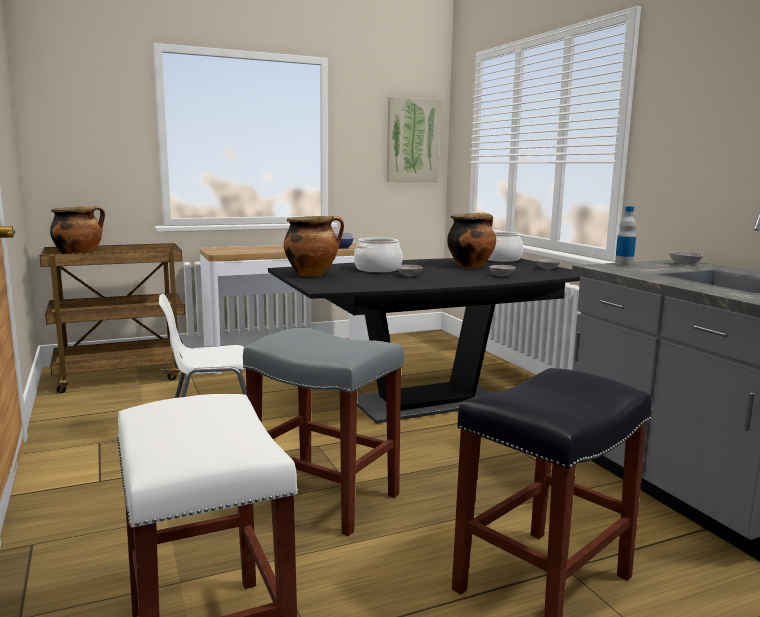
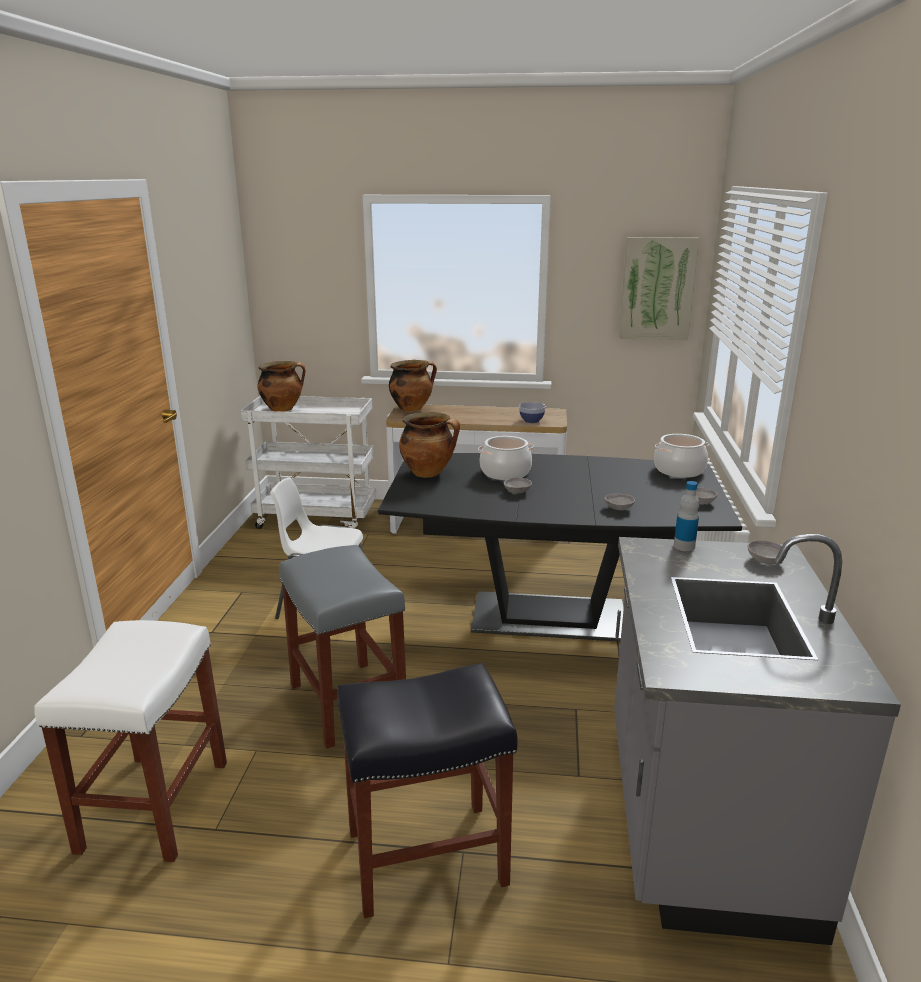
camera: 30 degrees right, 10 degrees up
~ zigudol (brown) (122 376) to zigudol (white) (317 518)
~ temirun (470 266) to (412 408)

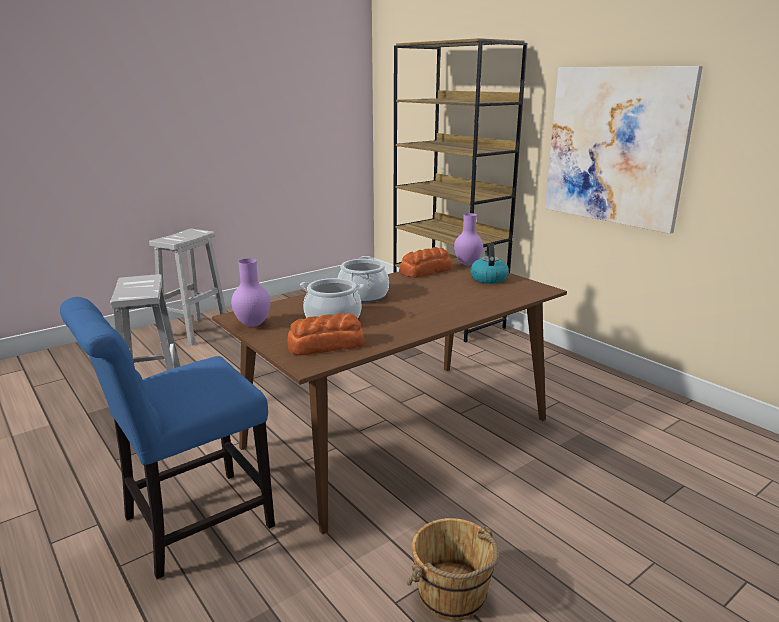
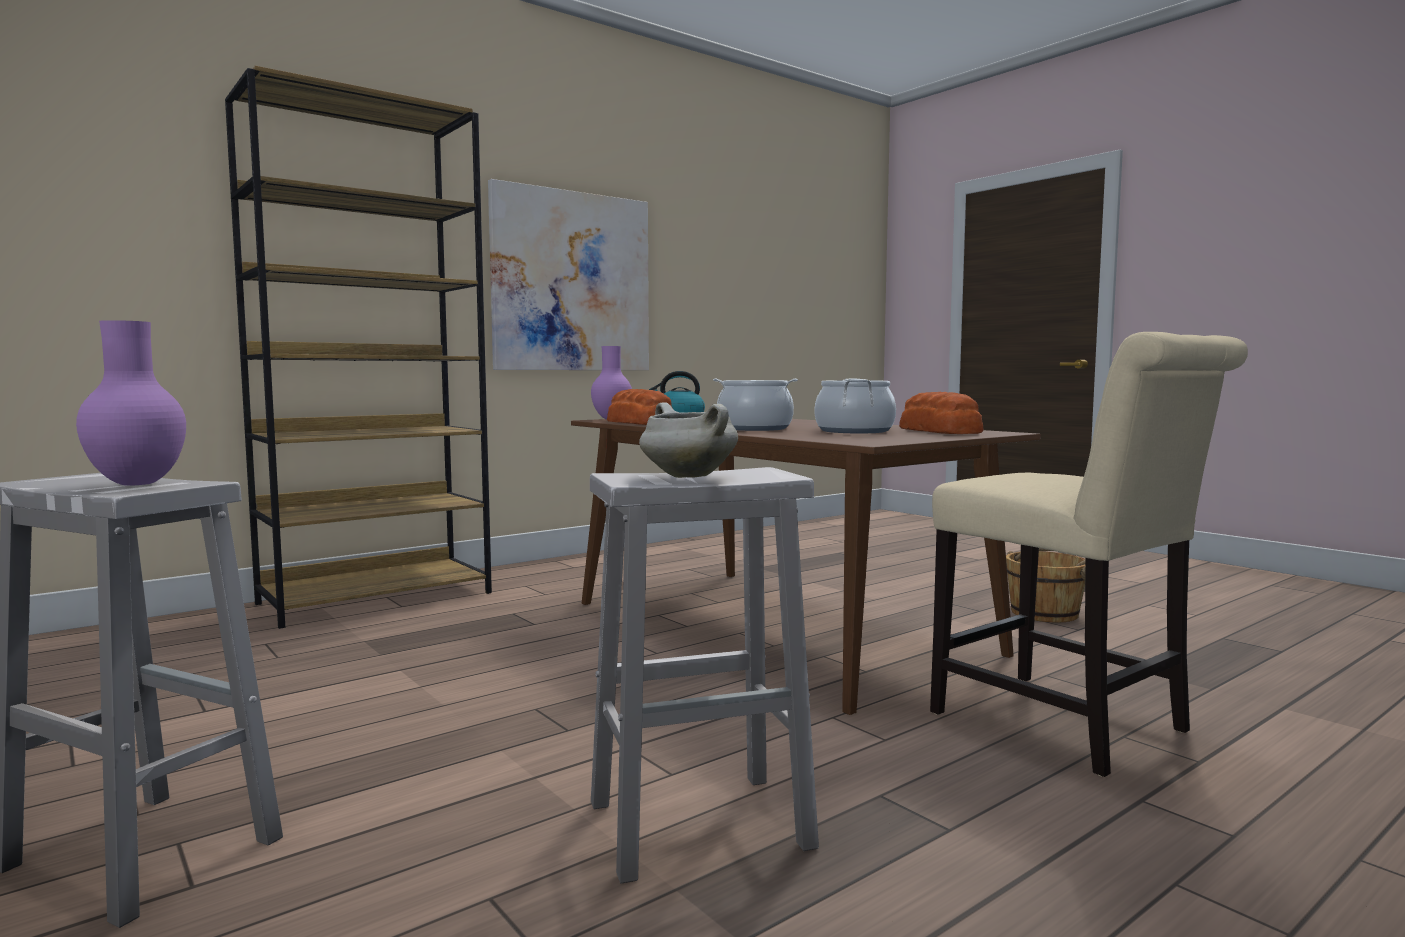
camera: 90 degrees left, 15 degrees down
~ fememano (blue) (190 525) to fememano (beige) (1069 726)
~ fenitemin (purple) (253 324) to (139 483)
+ temirun (white) (686 477)

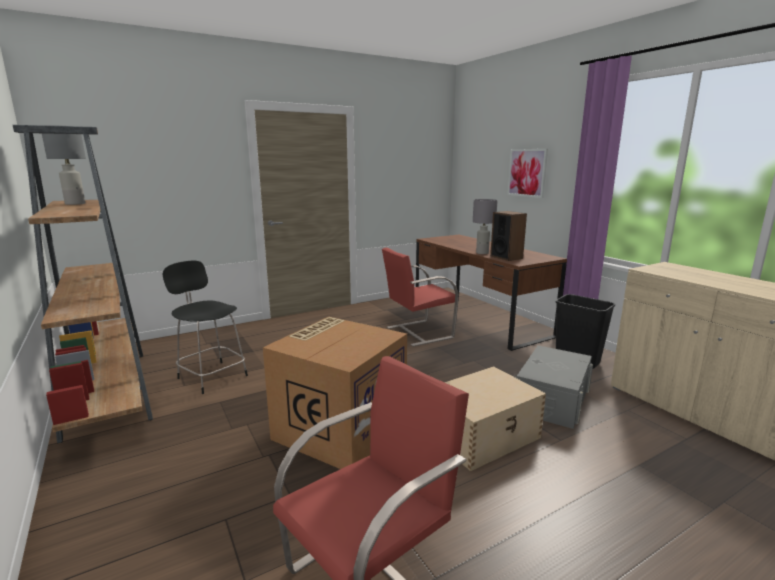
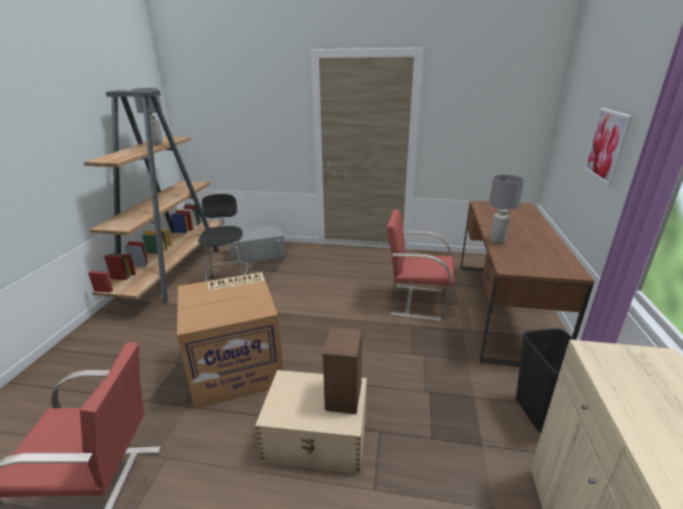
camera: 40 degrees right, 10 degrees up
~ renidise (506 257) to (344 396)
~ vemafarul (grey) (551 400) to (257 254)

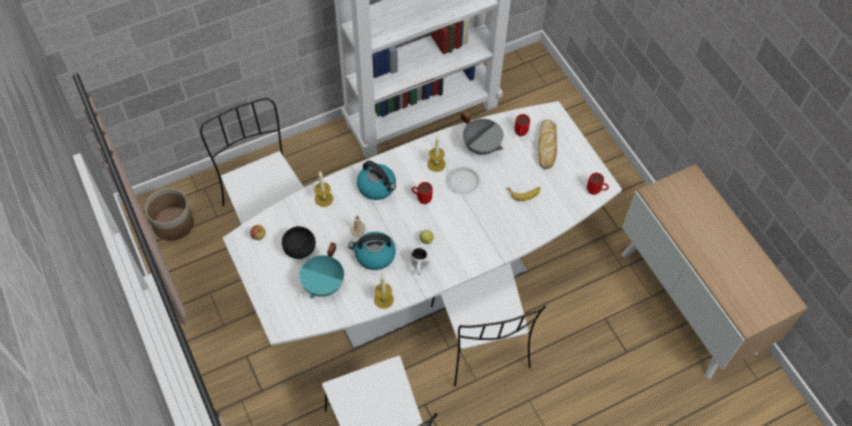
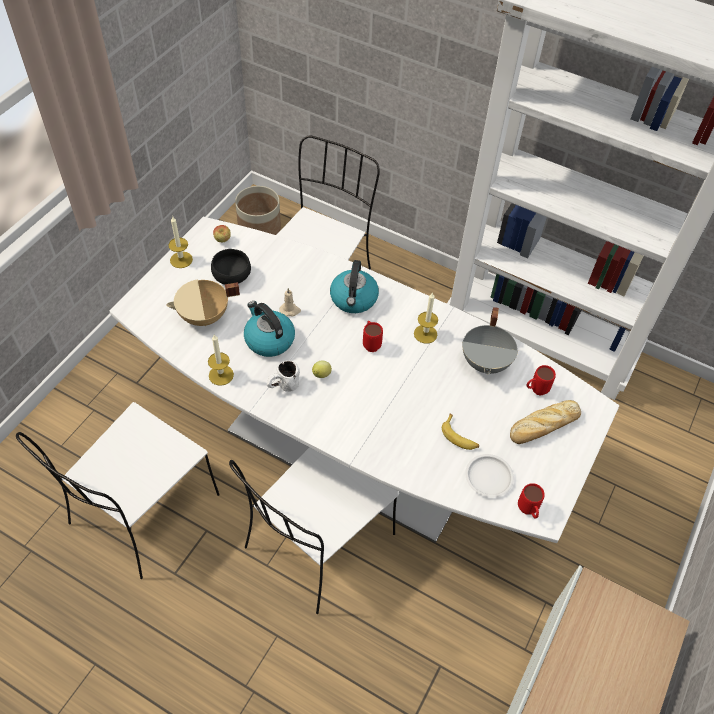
camera: 55 degrees right, 5 degrees down
~ temirun (turquoise) (324 284) to temirun (beige) (204 317)
~ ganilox (323 199) to (181 260)
~ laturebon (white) (463 181) to (489 477)

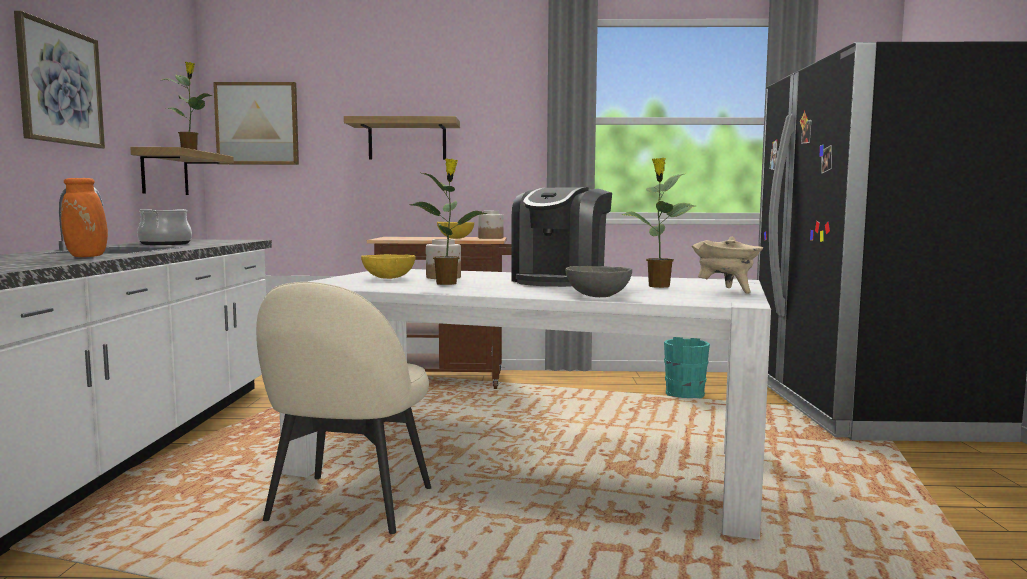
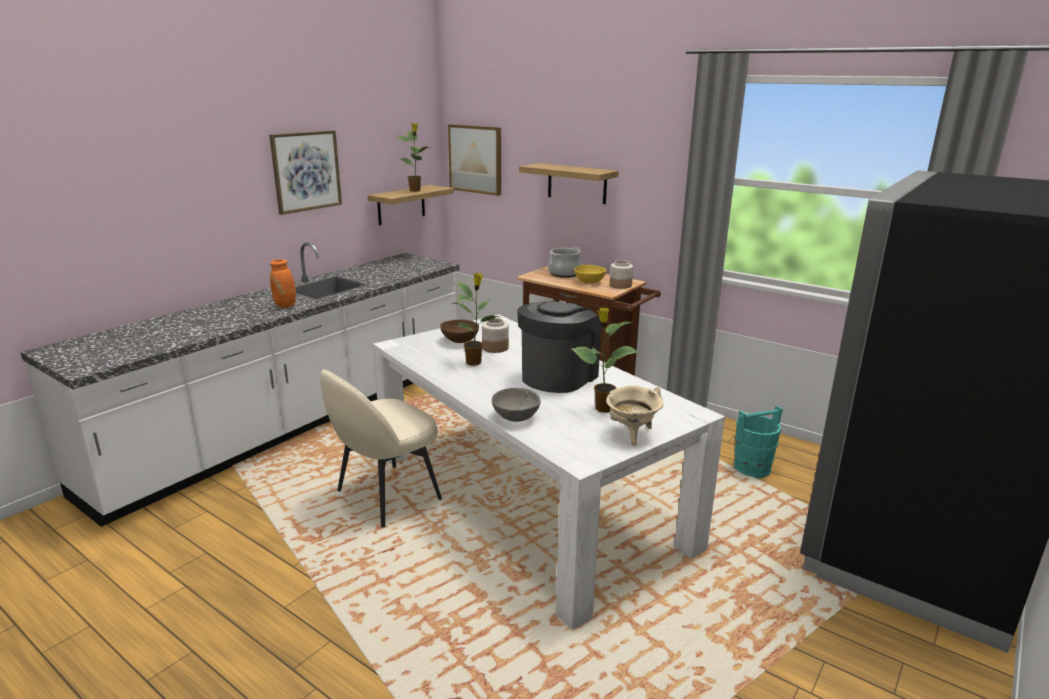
camera: 35 degrees right, 15 degrees up
~ temirun (165 244) to (564 274)
~ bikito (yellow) (389 278) to bikito (brown) (460 341)
~ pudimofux (560 281) = (558 376) 150 degrees clockwise

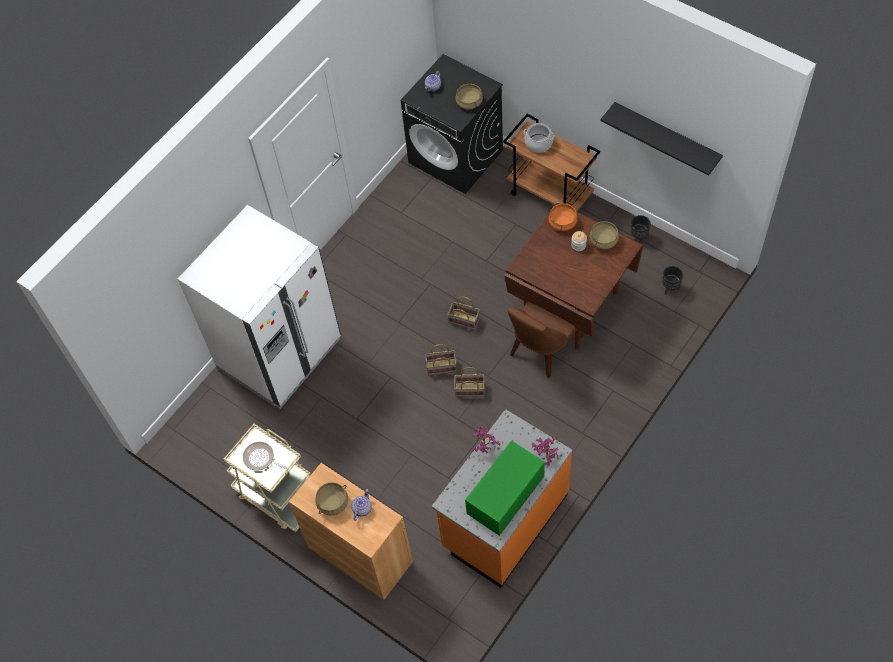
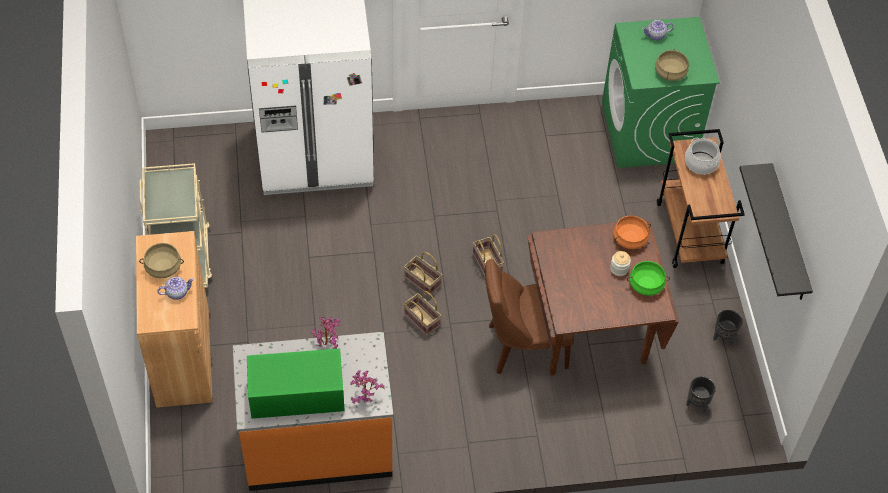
camera: 40 degrees right, 5 degrees down
- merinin (261 458)
~ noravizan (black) (456 156) to noravizan (green) (649 132)
~ temirun (beige) (603 240) to temirun (green) (646 285)

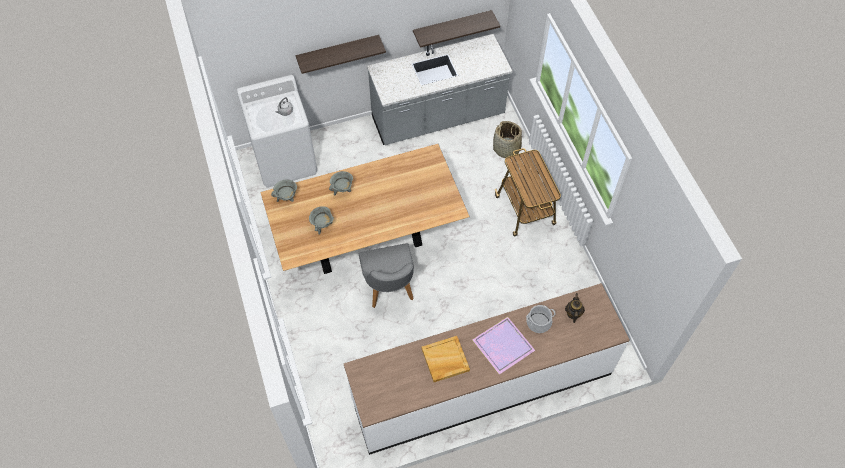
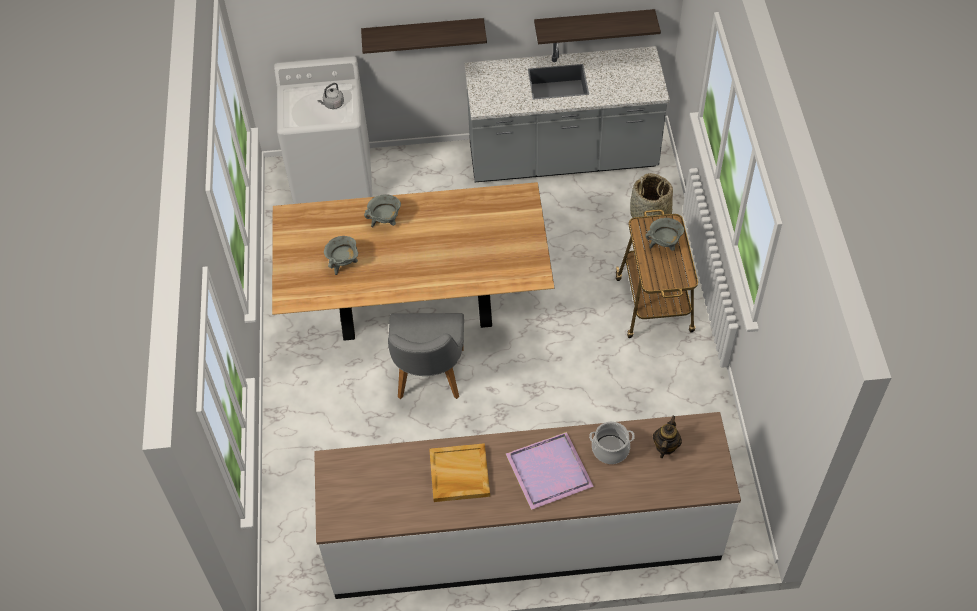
camera: 15 degrees right, 5 degrees down
~ temirun (grey) (286 198) to (664 245)

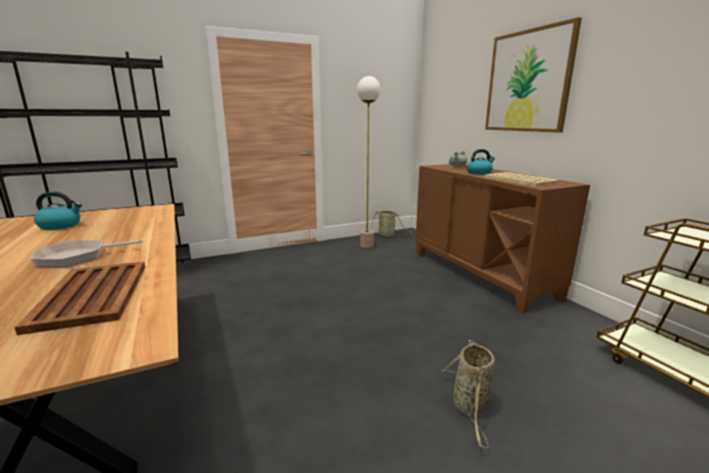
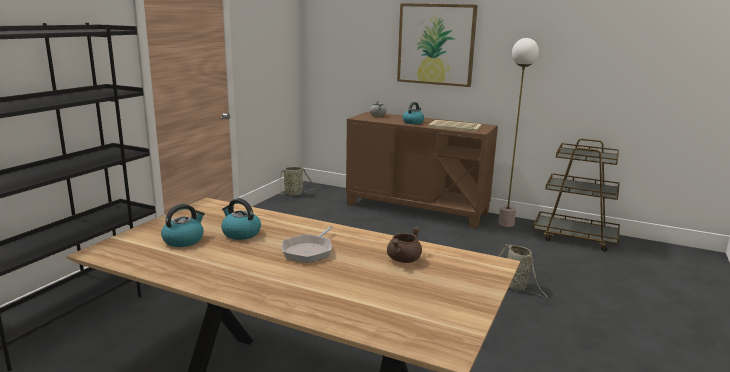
camera: 40 degrees left, 0 degrees up
~ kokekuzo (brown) (94 294) to temirun (brown) (403 259)
~ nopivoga (367 245) to (506 224)
+ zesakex (240 233)

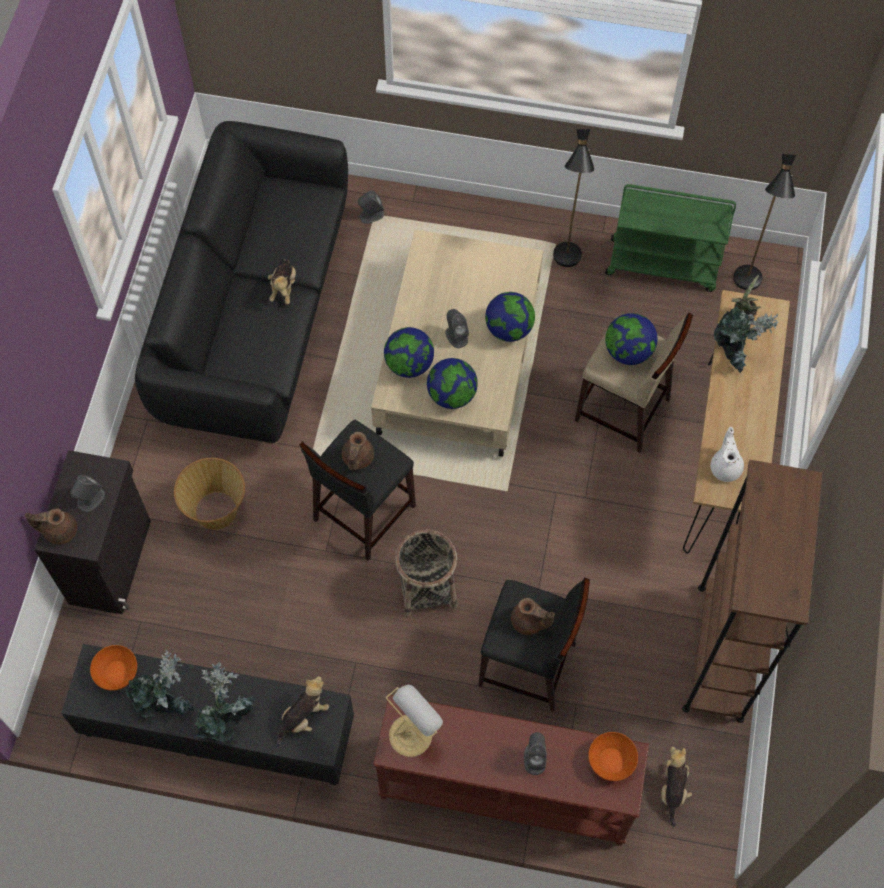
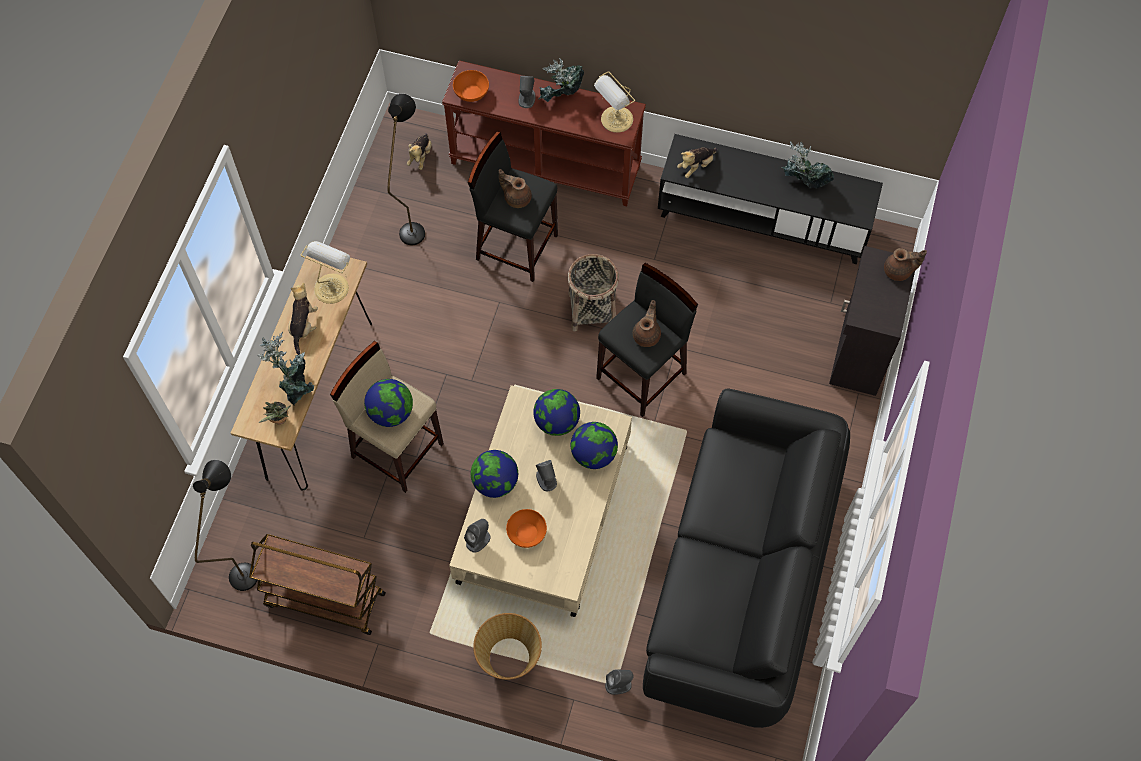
camera: 175 degrees left, 0 degrees up
~ renidise (grey) (90 499) to (478 540)
~ bikito (orange) (117 673) to (526 533)
~ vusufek (216 509) to (509 659)
~ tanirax (227 719) to (561 98)
~ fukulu (284 287) to (303 326)
~ nopivoga (black) (566 264) to (414 226)
~ zigudol (green) (663 264) to zigudol (brown) (324 600)
- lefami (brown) (720 652)
~ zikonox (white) (726 467) to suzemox (332 287)

